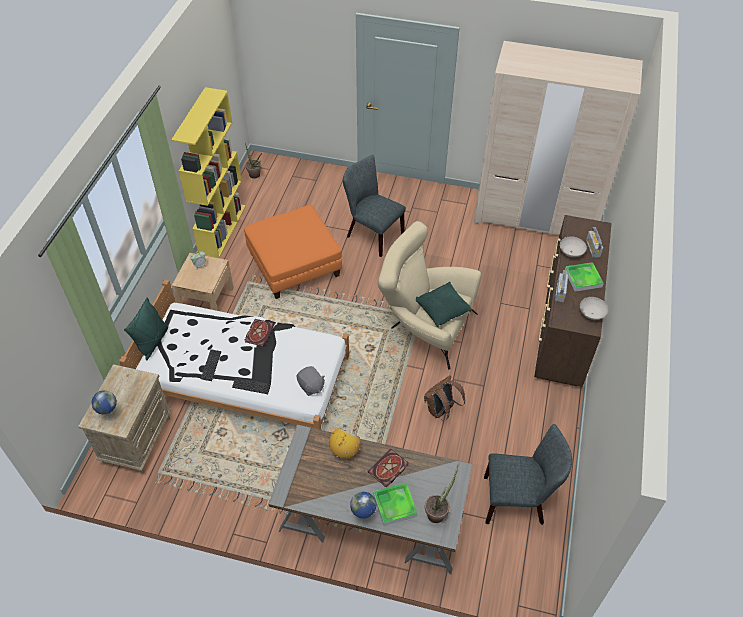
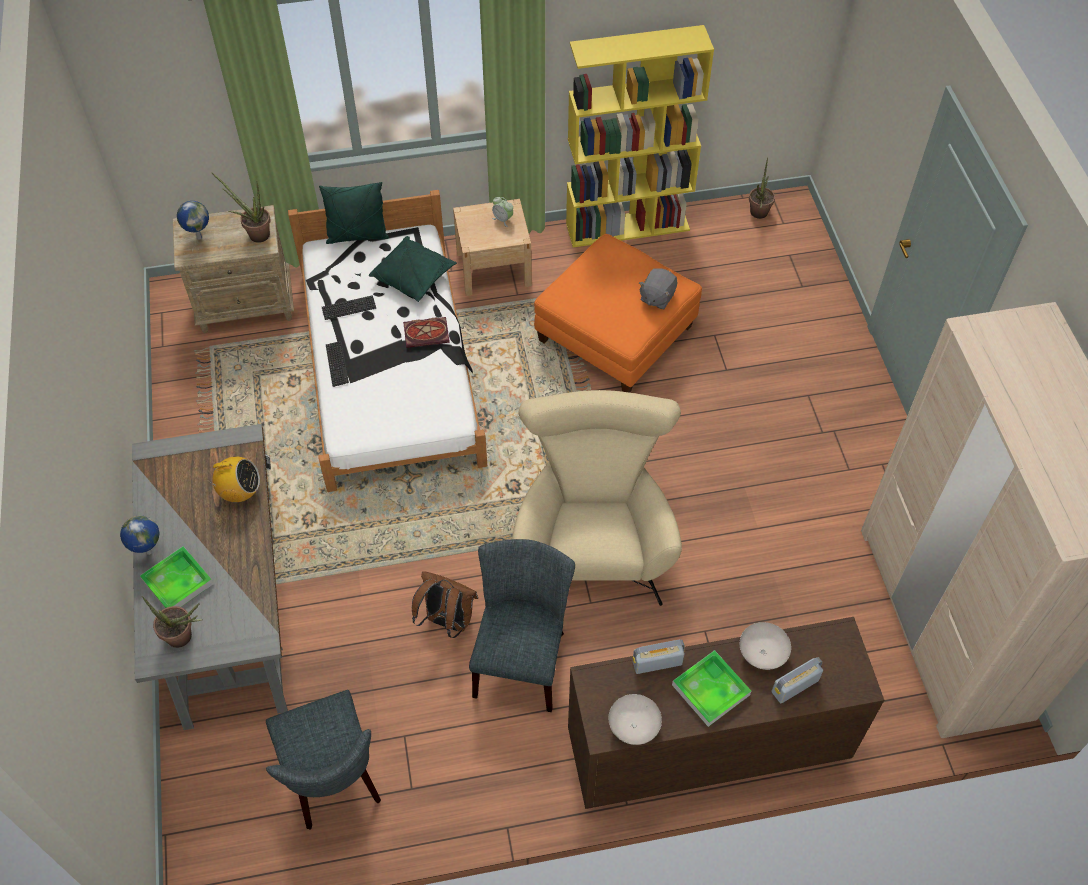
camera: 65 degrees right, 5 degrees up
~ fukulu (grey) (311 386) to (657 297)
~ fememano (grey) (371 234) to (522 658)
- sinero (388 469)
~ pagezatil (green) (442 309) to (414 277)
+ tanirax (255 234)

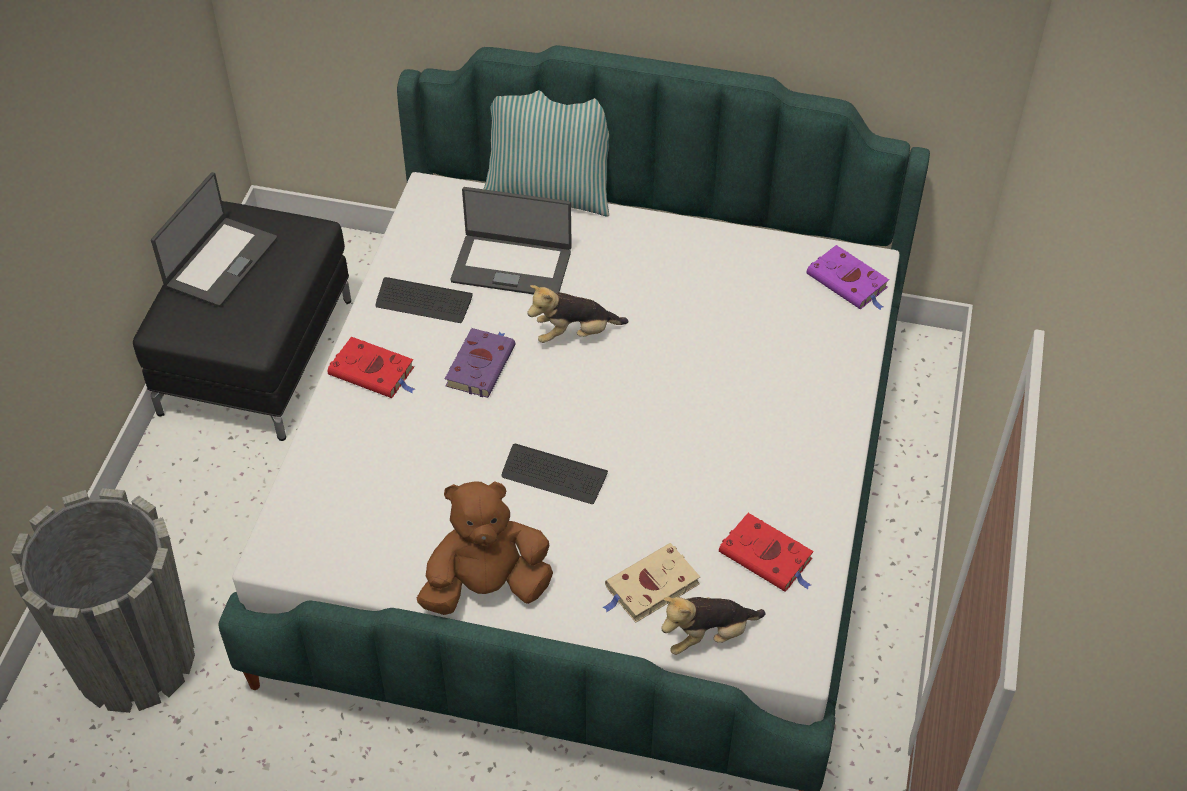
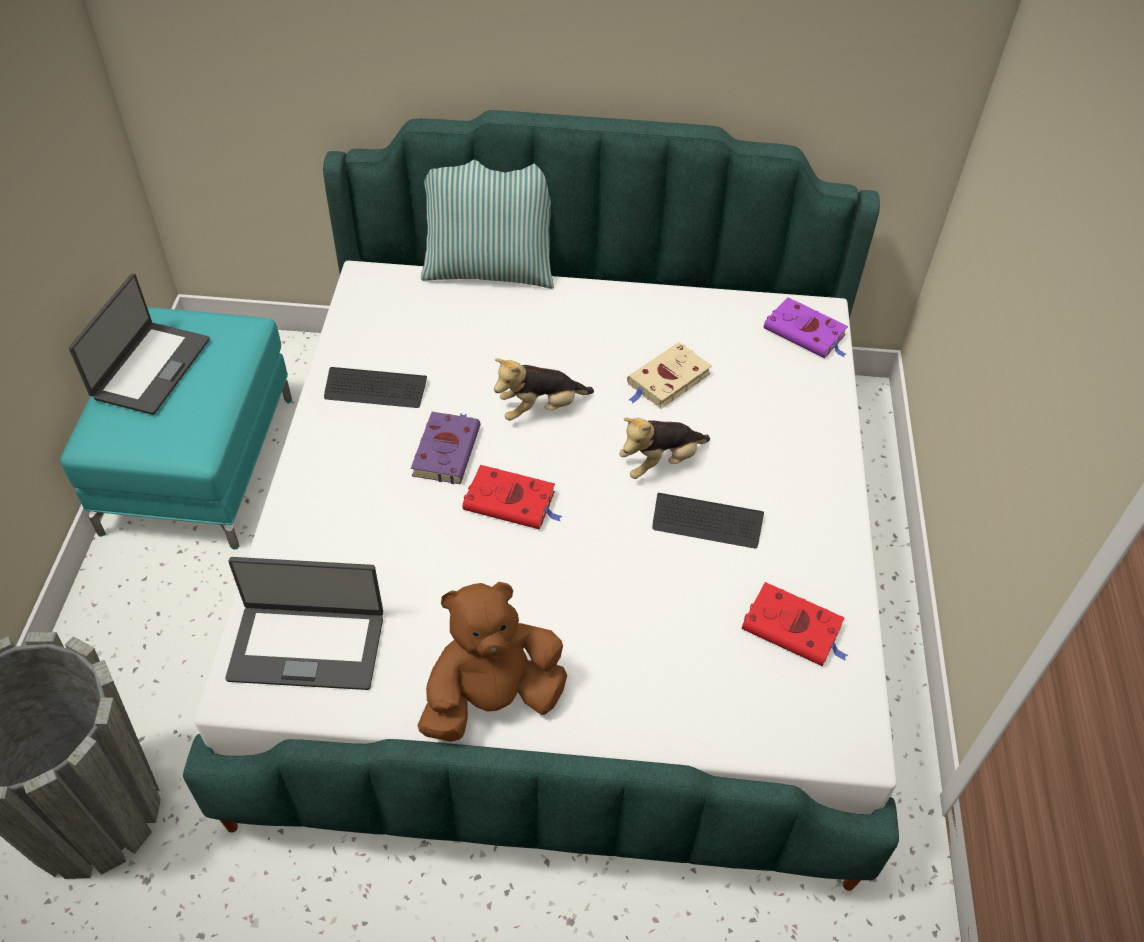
camera: 10 degrees left, 0 degrees up
~ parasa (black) (255 354) to parasa (turquoise) (198 462)
~ sinero (red) (374 372) to (512 502)
~ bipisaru (512 265) to (307 645)
~ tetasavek (554 475) to (707 522)
~ sinero (beige) (650 587) to (667 380)
~ fukulu (707 636) to (660 462)

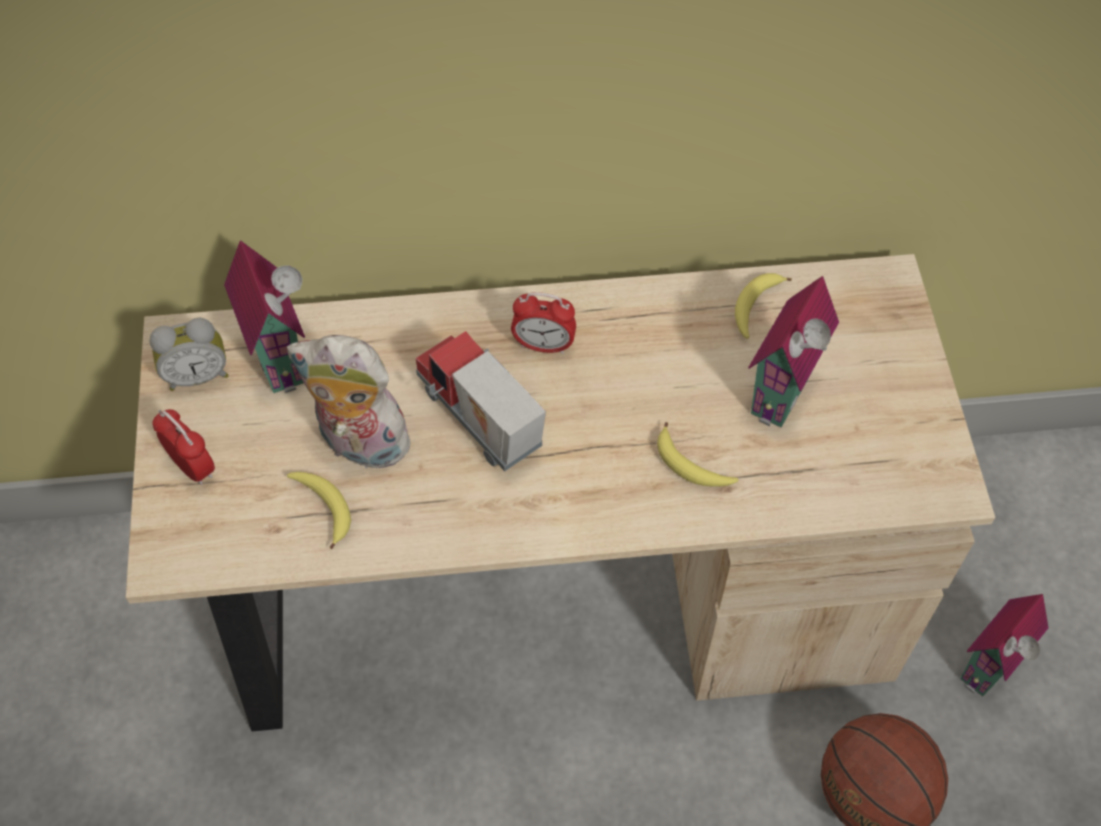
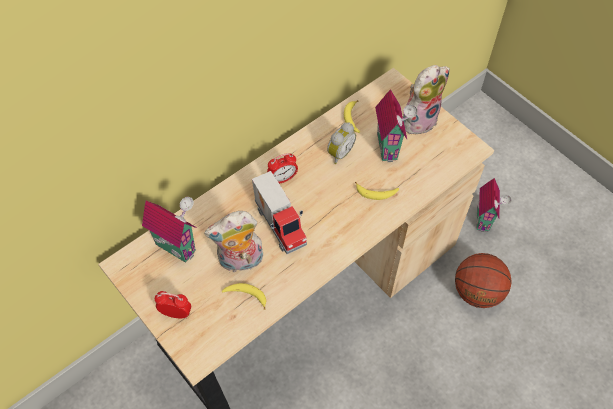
camera: 35 degrees left, 0 degrees up
~ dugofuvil (197 375) to (339 153)
~ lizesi (478 422) = (281 224) 135 degrees counterclockwise
+ fukulu (419 119)

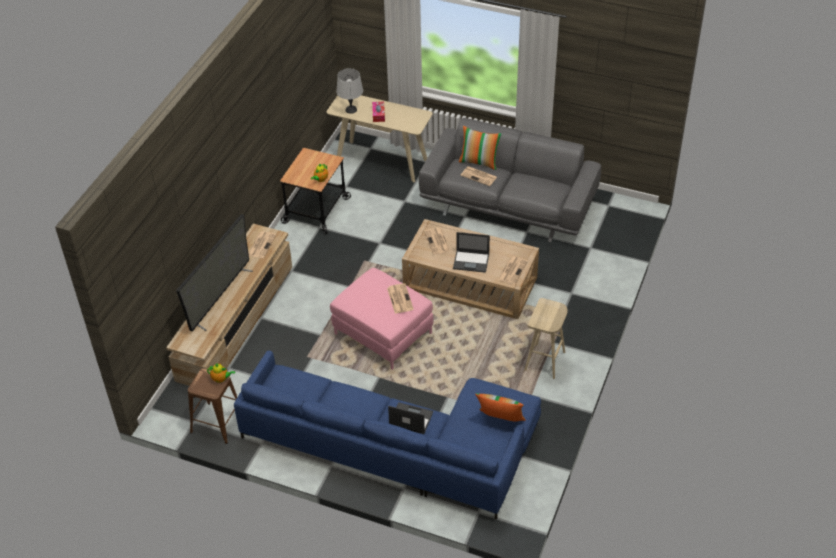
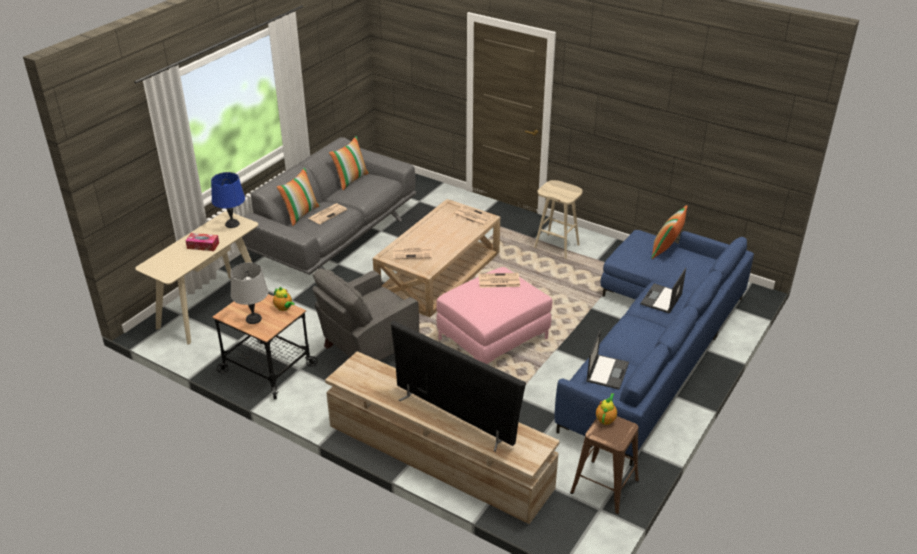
camera: 80 degrees left, 10 degrees down
- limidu (261 244)
~ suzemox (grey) (351 110) to (254 319)
~ bipisaru (471 261) to (607 371)
+ suzemox (blue) (232 224)
+ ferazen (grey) (367 348)
+ pagezatil (351 179)

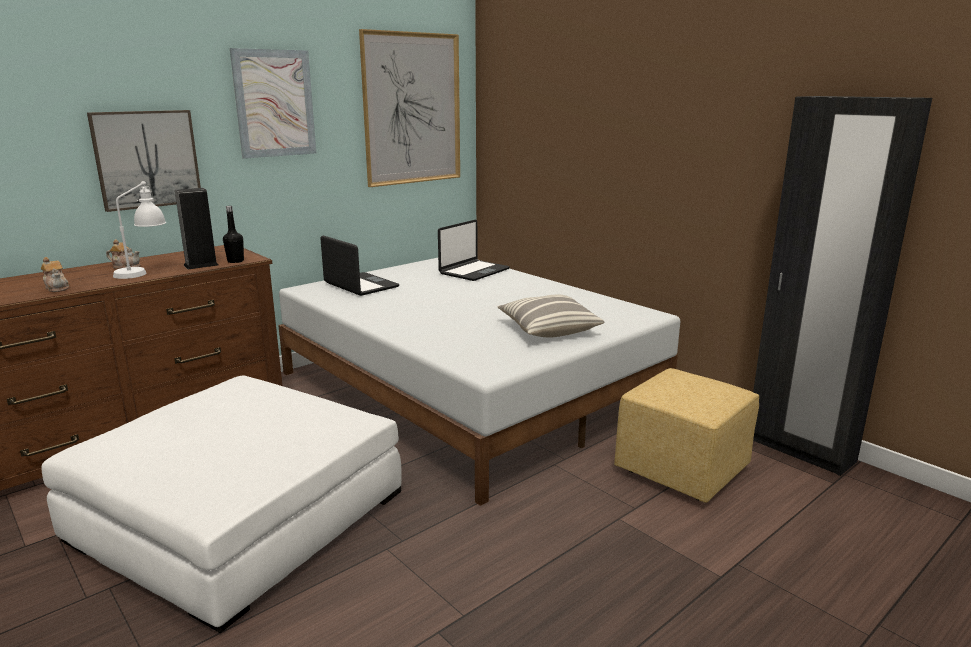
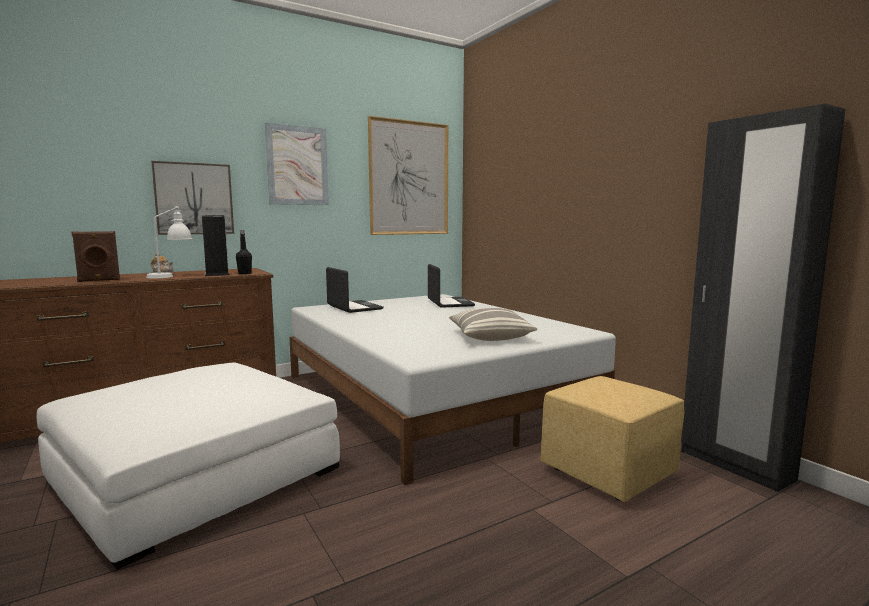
camera: 10 degrees right, 10 degrees down
~ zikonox (57 288) to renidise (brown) (99 280)
~ bipisaru (473 271) = (449 303) 60 degrees counterclockwise

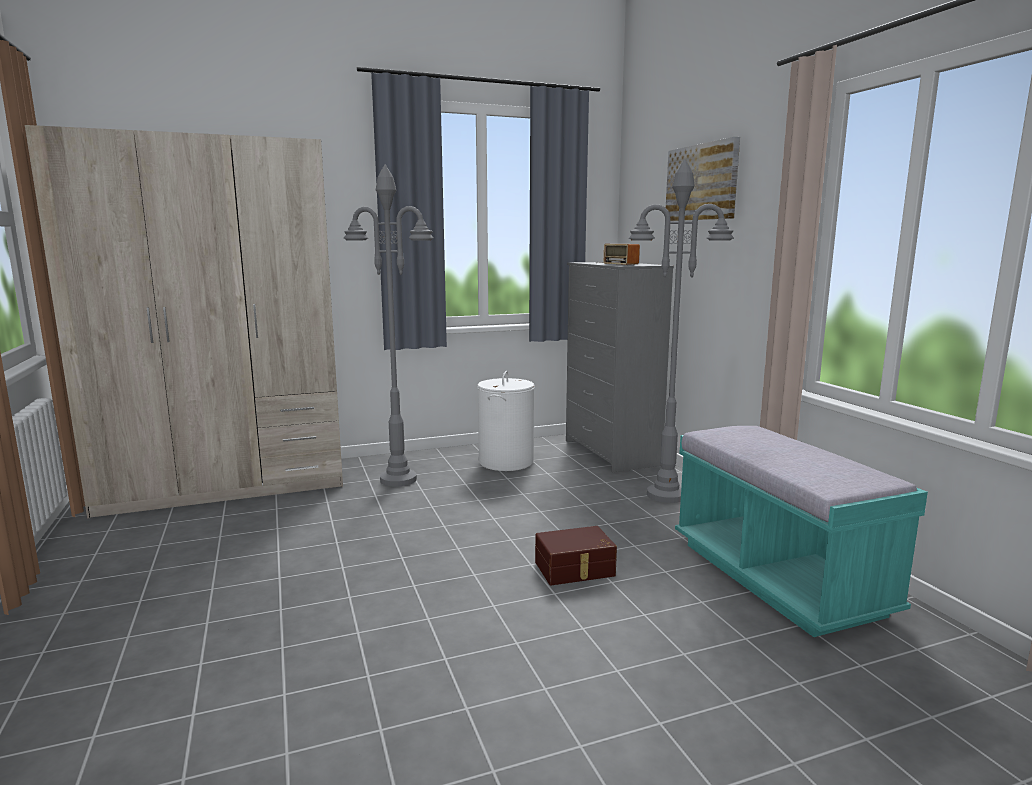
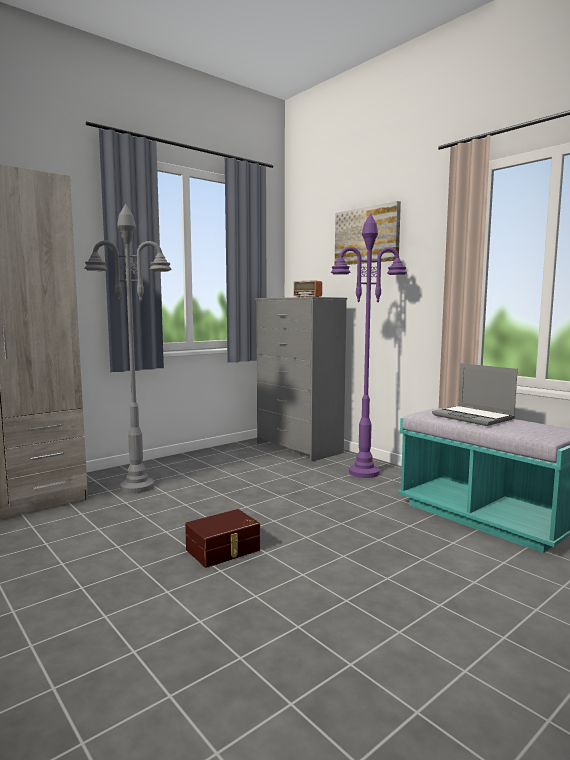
camera: 20 degrees left, 5 degrees down
- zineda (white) (506 462)
~ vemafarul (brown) (575 569) to (224 550)
~ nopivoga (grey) (665 495) to nopivoga (purple) (363 473)
+ bipisaru (474 417)

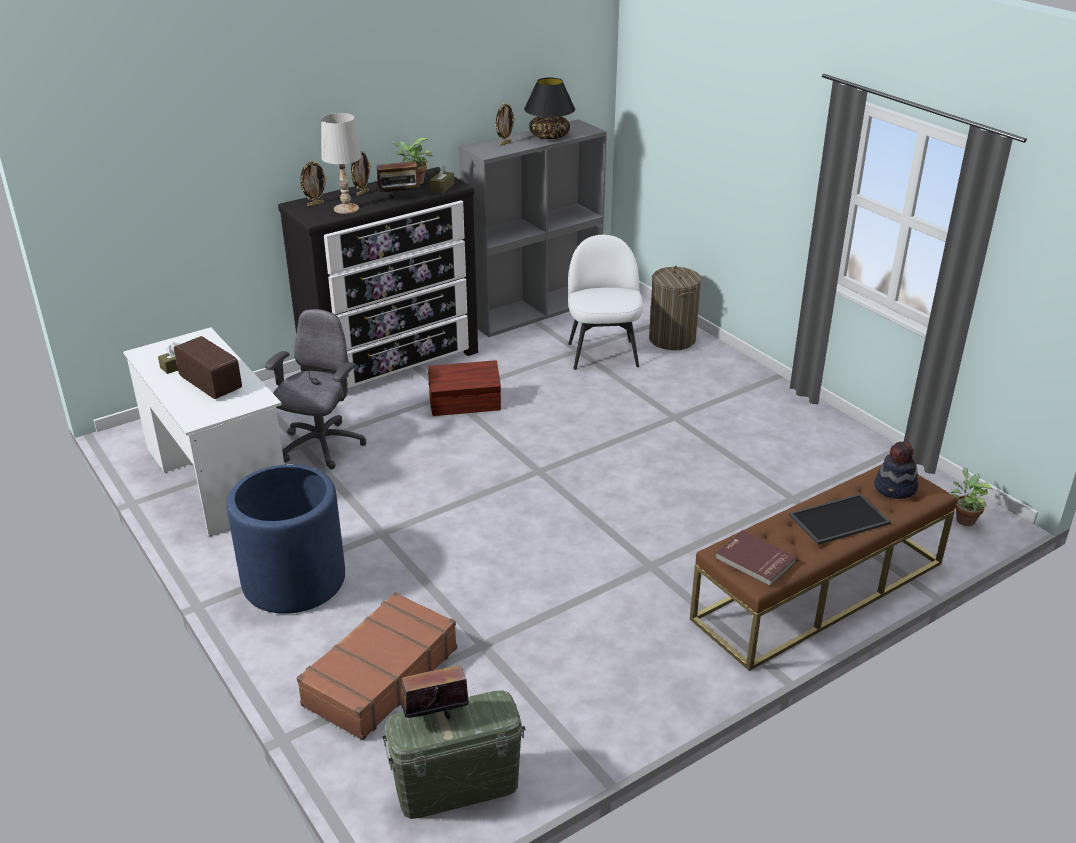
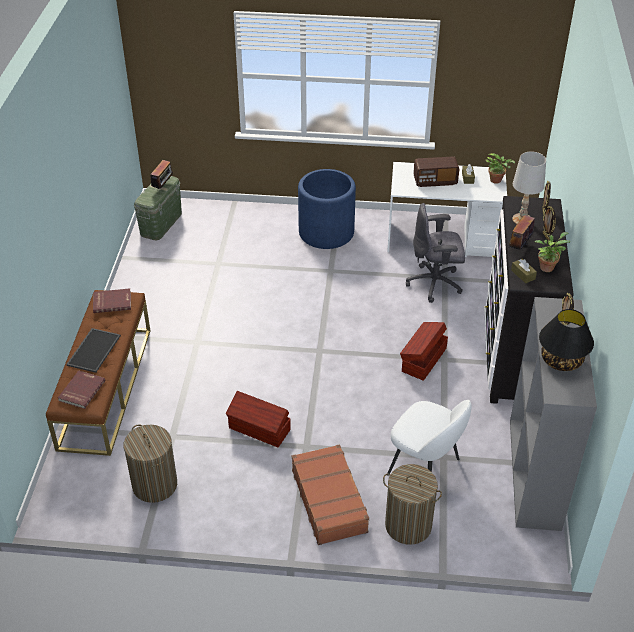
camera: 130 degrees right, 10 degrees up
~ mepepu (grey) (321 447) = (435 284) 120 degrees clockwise
~ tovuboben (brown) (379 676) to (329 500)
~ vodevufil (895 488) to sinero (red) (81 390)
~ tanirax (963 519) to (497 180)
+ zineda (154 484)
+ vemafarul (brown) (259 429)

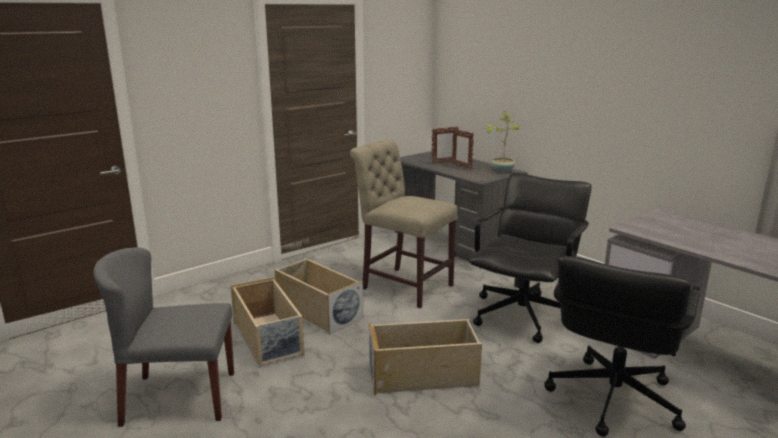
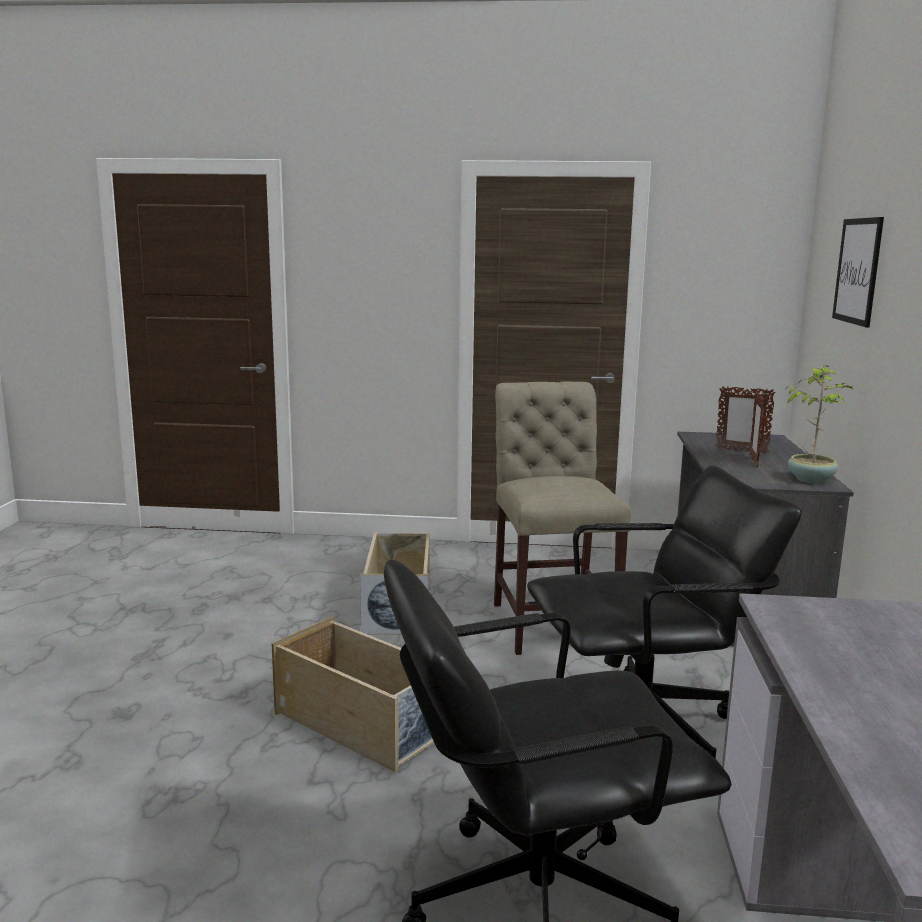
camera: 45 degrees right, 5 degrees down
- fememano (grey) (179 398)
- vemafarul (beige) (268 339)
+ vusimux (857 271)

